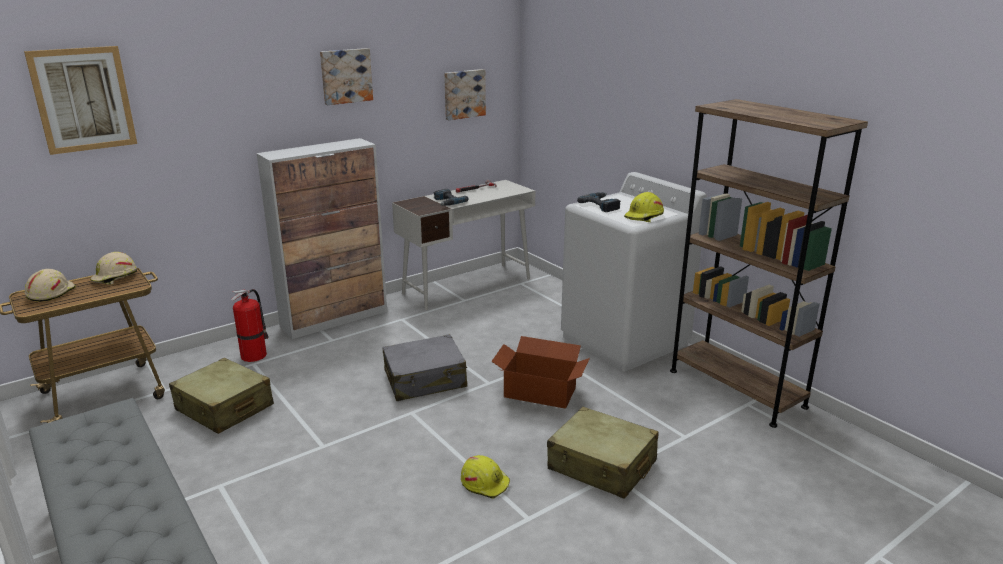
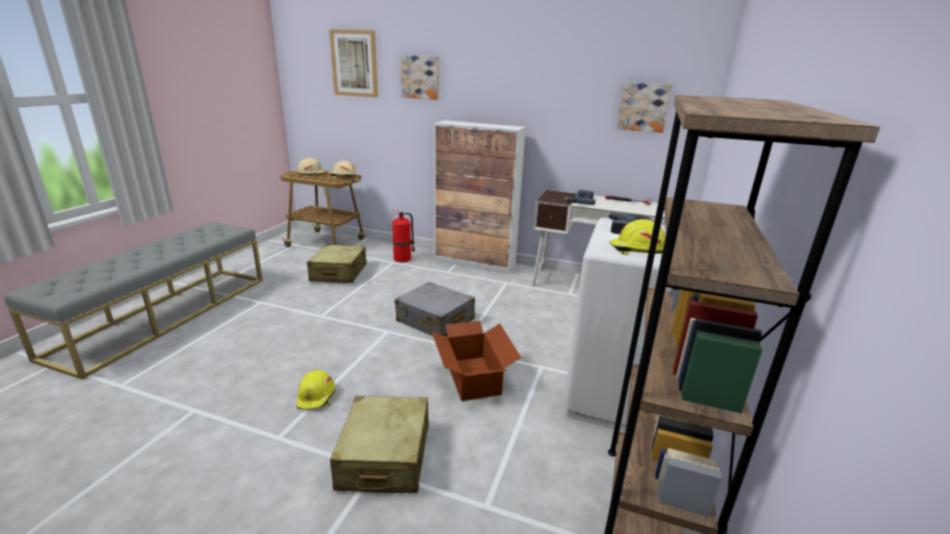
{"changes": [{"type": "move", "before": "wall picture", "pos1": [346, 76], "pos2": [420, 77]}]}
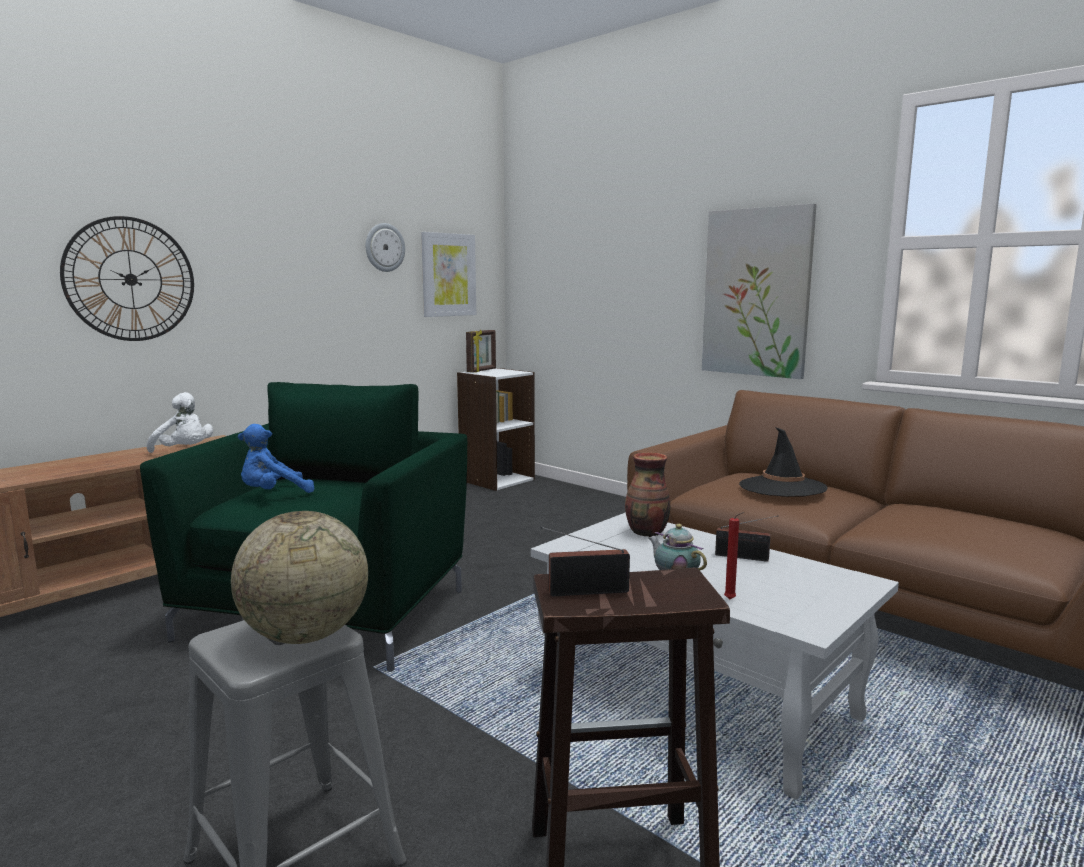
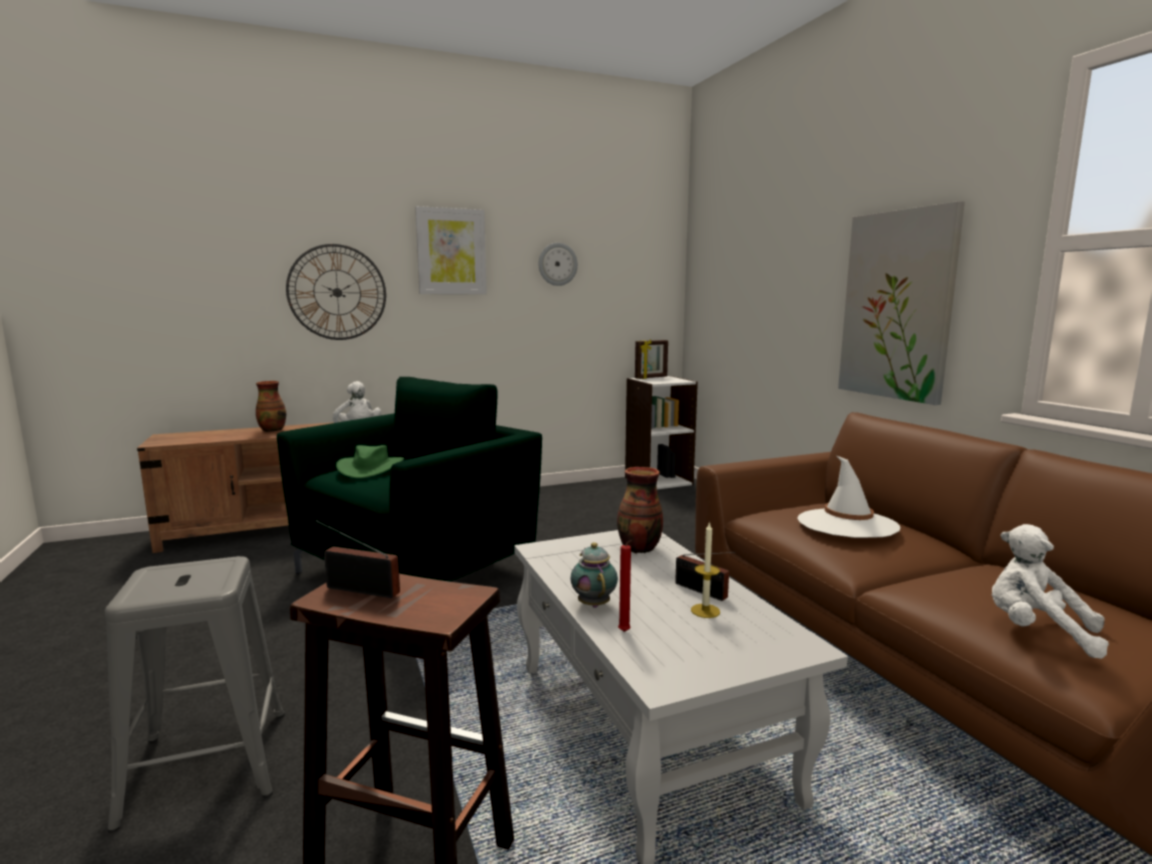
{"changes": [{"type": "move", "before": "wall picture", "pos1": [448, 274], "pos2": [451, 250]}, {"type": "replace", "before": "blue cuddly toy", "after": "green-coloured hat", "pos1": [276, 458], "pos2": [370, 461]}, {"type": "recolor", "before": "black hat", "after": "white-coloured hat", "pos1": [783, 462], "pos2": [849, 497]}, {"type": "delete", "before": "globe", "pos1": [299, 577]}, {"type": "insert", "after": "flower vase", "pos2": [271, 406]}, {"type": "insert", "after": "wax light", "pos2": [705, 569]}, {"type": "insert", "after": "white-coloured cuddly toy", "pos2": [1050, 591]}]}
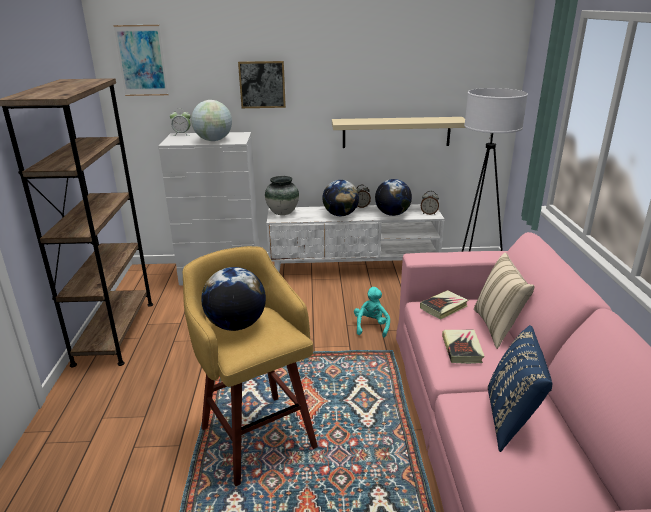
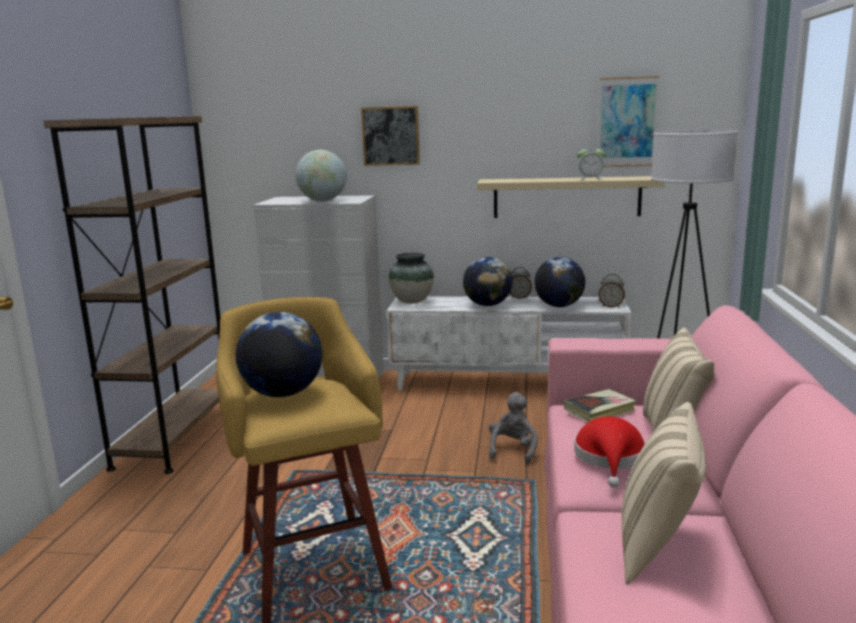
{"changes": [{"type": "move", "before": "wall picture", "pos1": [141, 60], "pos2": [629, 121]}, {"type": "move", "before": "table clock", "pos1": [180, 122], "pos2": [591, 162]}, {"type": "recolor", "before": "blue-green cuddly toy", "after": "grey cuddly toy", "pos1": [372, 312], "pos2": [513, 428]}, {"type": "recolor", "before": "blue pillow", "after": "beige-coloured pillow", "pos1": [520, 388], "pos2": [664, 493]}, {"type": "replace", "before": "bound book", "after": "red hat", "pos1": [463, 347], "pos2": [610, 452]}]}
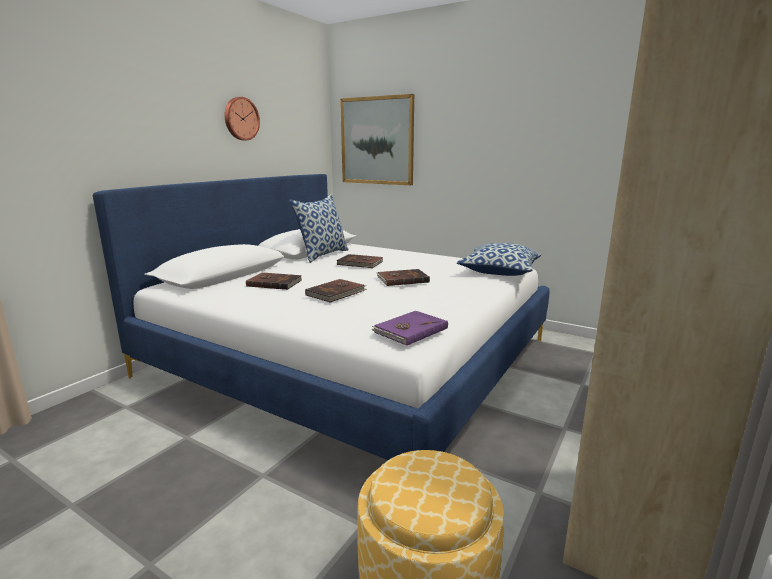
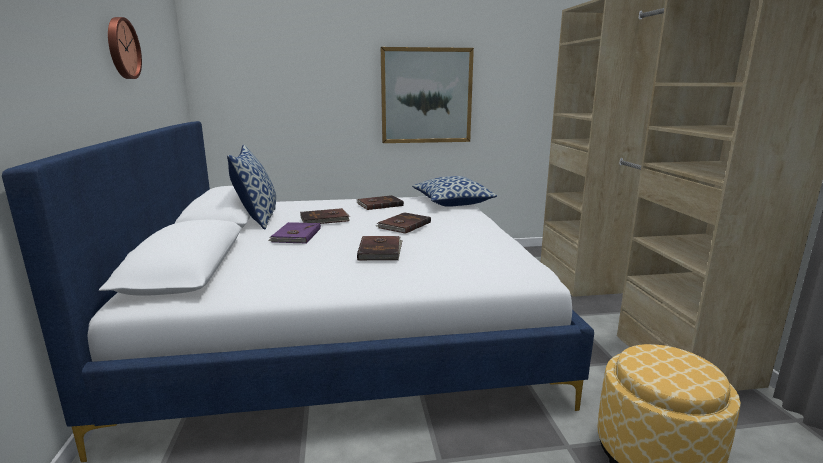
{"changes": [{"type": "move", "before": "wall picture", "pos1": [377, 139], "pos2": [427, 95]}, {"type": "move", "before": "brown-coloured bound book", "pos1": [274, 281], "pos2": [380, 202]}, {"type": "move", "before": "purple bound book", "pos1": [409, 328], "pos2": [294, 233]}]}
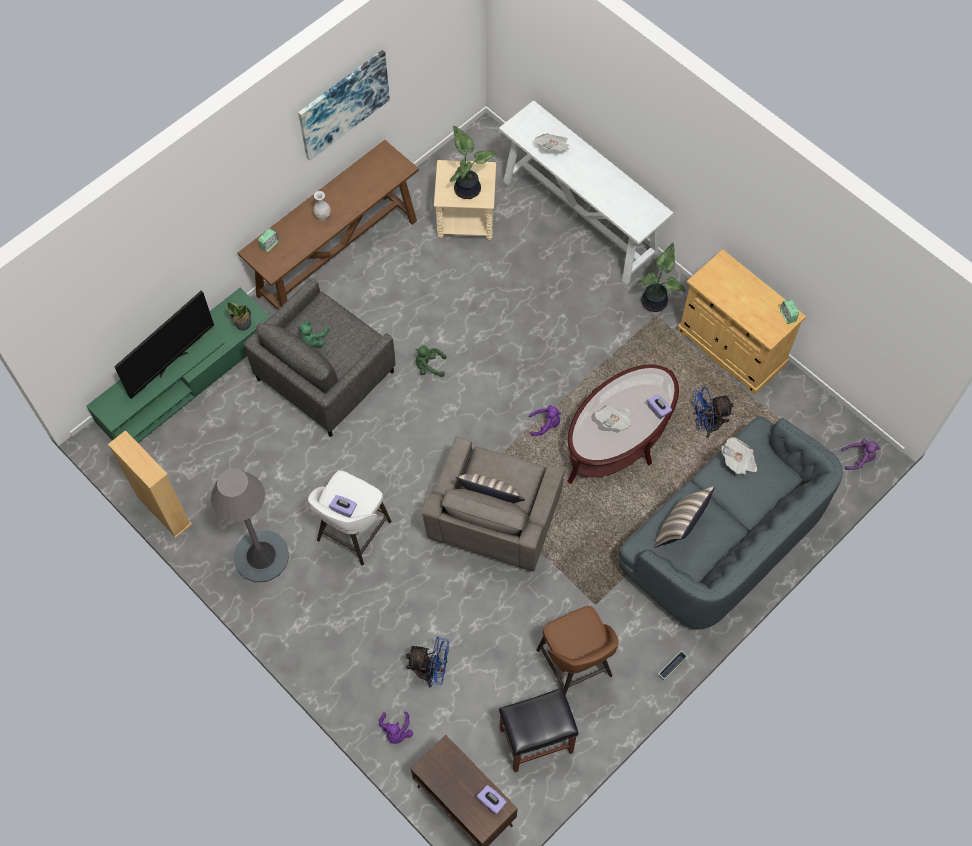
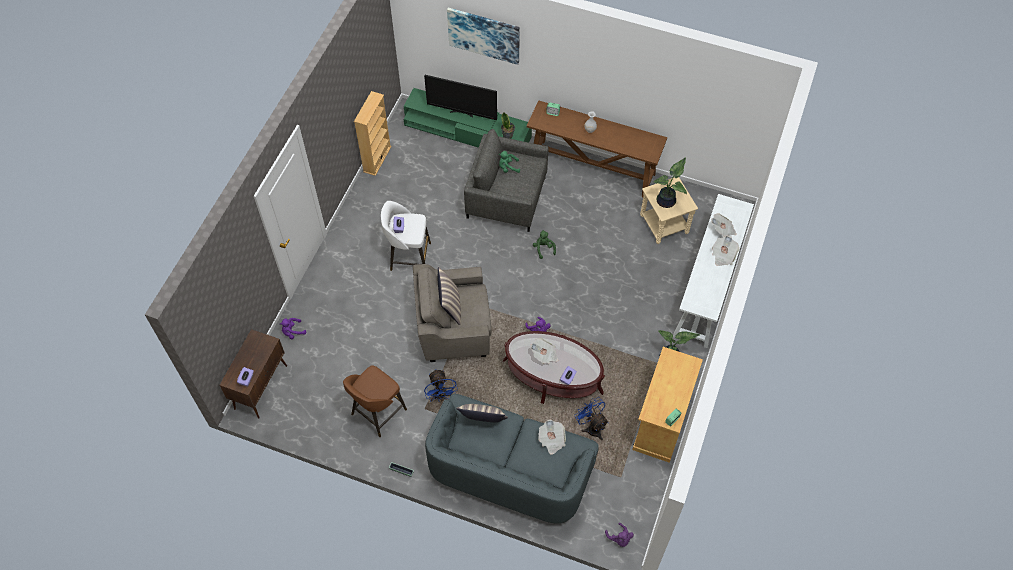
{"changes": [{"type": "move", "before": "wall picture", "pos1": [344, 105], "pos2": [483, 36]}, {"type": "delete", "before": "grey floor lamp", "pos1": [250, 525]}, {"type": "move", "before": "blue cooling fan", "pos1": [427, 661], "pos2": [441, 386]}, {"type": "delete", "before": "black stool", "pos1": [539, 730]}, {"type": "insert", "after": "daily paper", "pos2": [725, 251]}]}
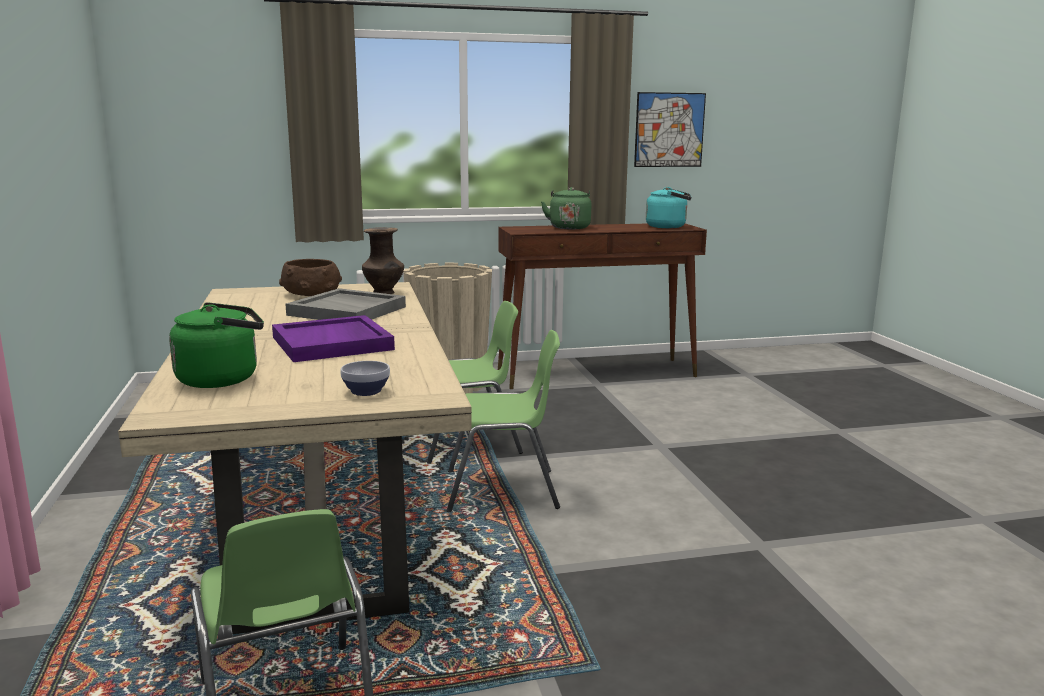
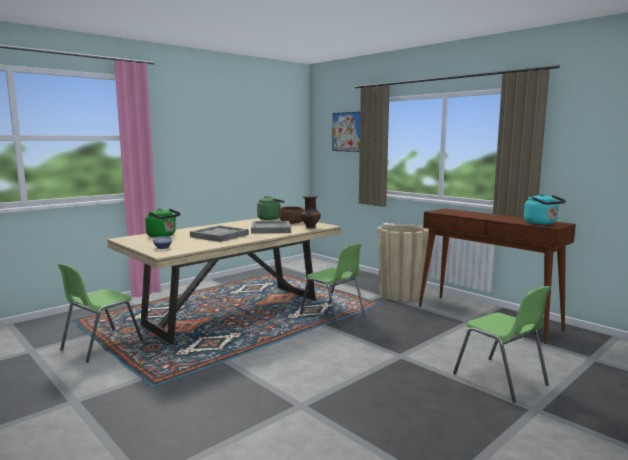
{"changes": [{"type": "move", "before": "wall picture", "pos1": [670, 129], "pos2": [346, 132]}, {"type": "move", "before": "green-coloured kettle", "pos1": [566, 208], "pos2": [271, 208]}, {"type": "recolor", "before": "purple tray", "after": "grey tray", "pos1": [333, 338], "pos2": [219, 233]}, {"type": "move", "before": "green-coloured chair", "pos1": [503, 421], "pos2": [502, 344]}]}
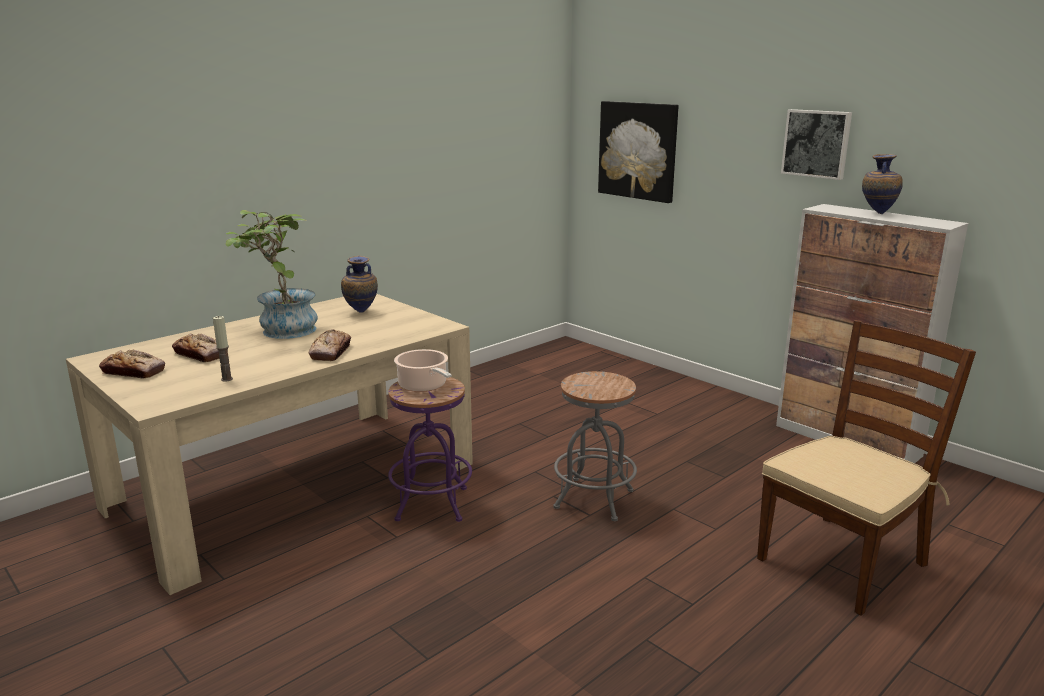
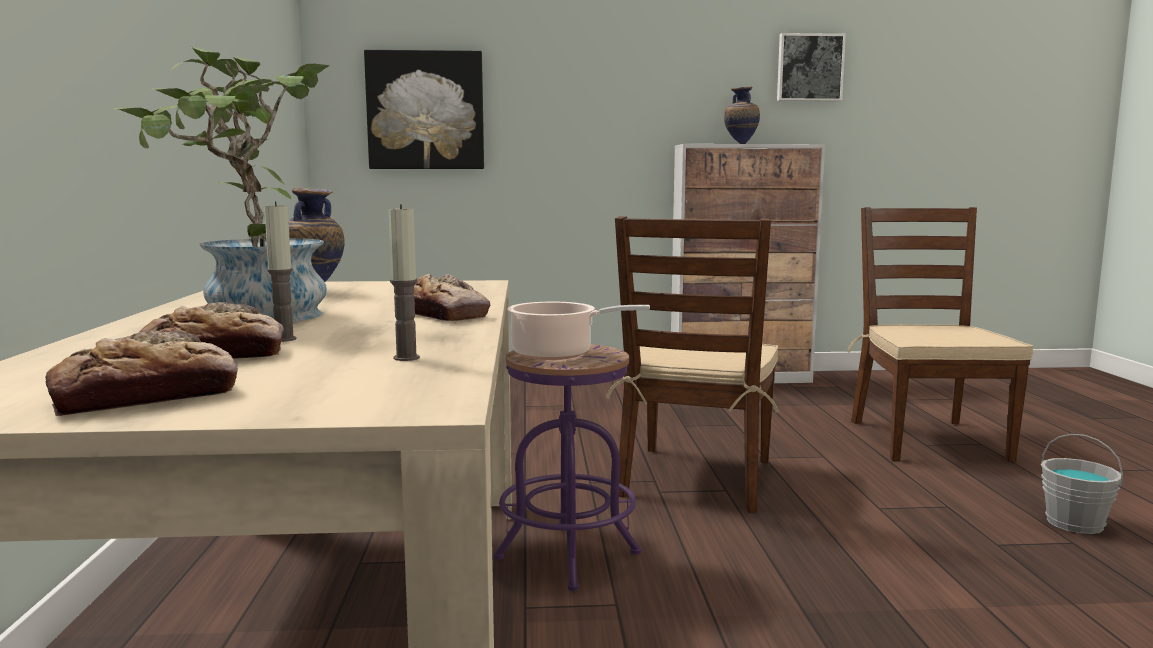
{"changes": [{"type": "move", "before": "wall picture", "pos1": [816, 144], "pos2": [811, 67]}, {"type": "replace", "before": "grey stool", "after": "brown-coloured chair", "pos1": [595, 446], "pos2": [692, 364]}, {"type": "insert", "after": "wax light", "pos2": [280, 271]}, {"type": "insert", "after": "grey water bucket", "pos2": [1082, 484]}]}
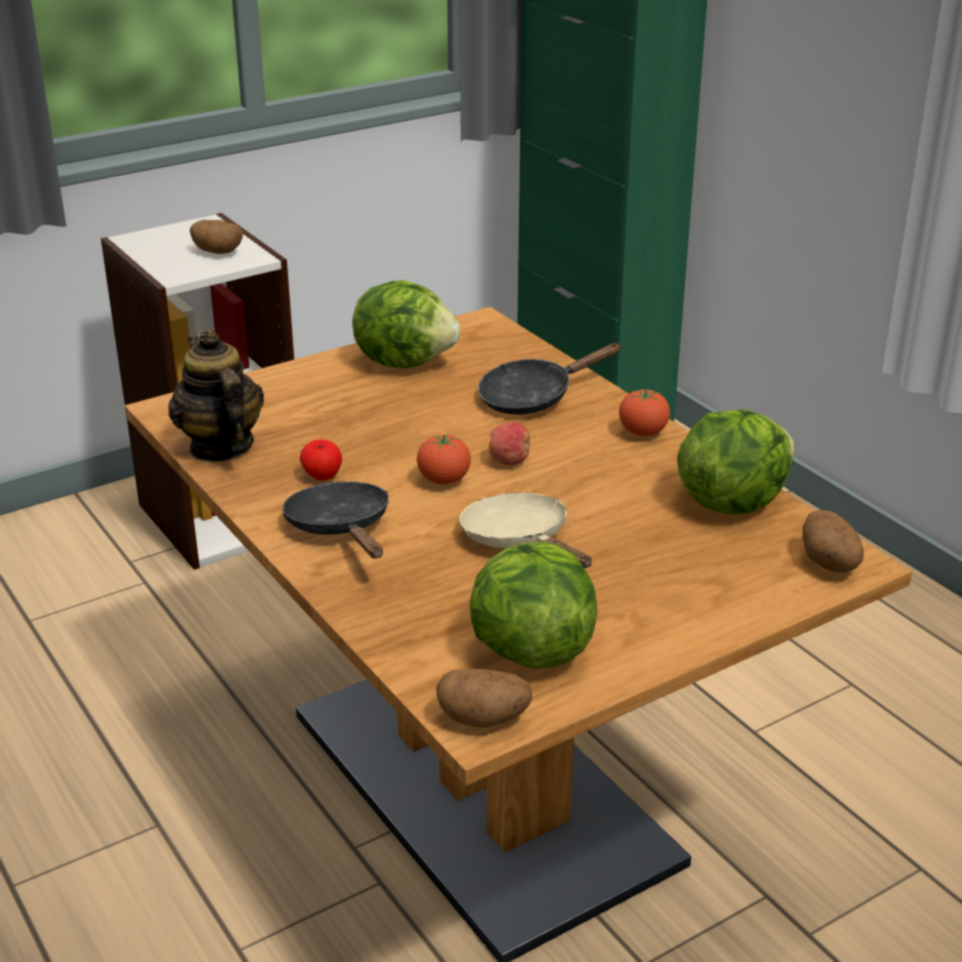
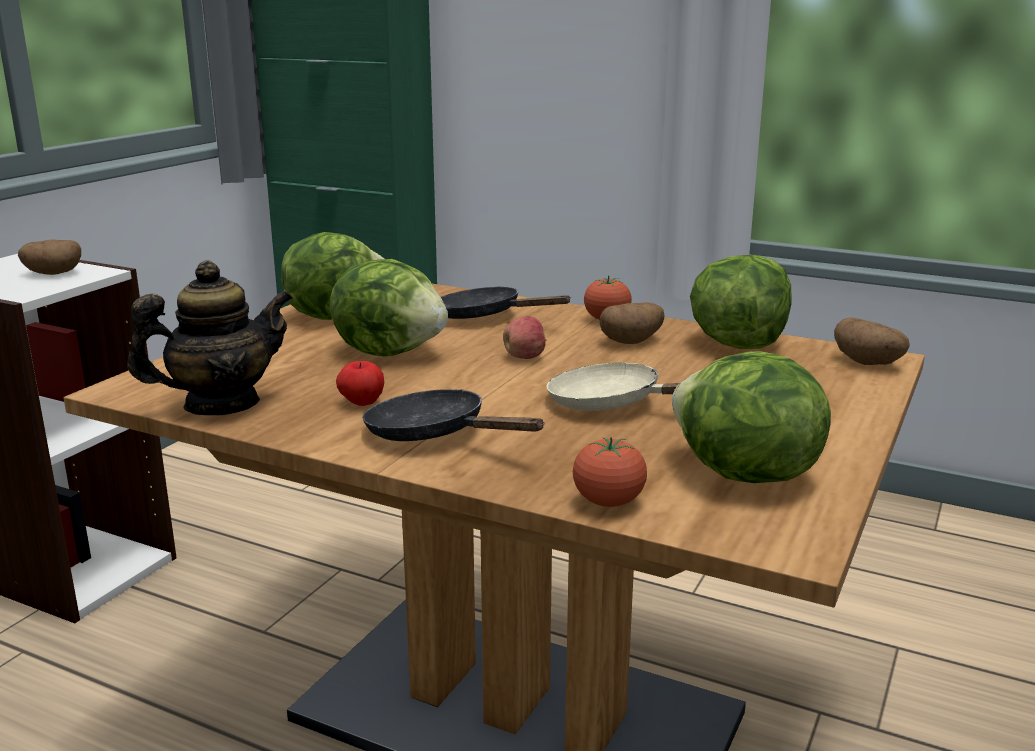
{"changes": [{"type": "rotate", "before": "tea pot", "pos1": [216, 395], "pos2": [210, 337], "turn": 120}, {"type": "rotate", "before": "black pan", "pos1": [550, 379], "pos2": [506, 302], "turn": 90}, {"type": "move", "before": "whole tomato", "pos1": [444, 459], "pos2": [610, 472]}, {"type": "move", "before": "potato", "pos1": [484, 698], "pos2": [631, 323]}, {"type": "insert", "after": "lettuce head", "pos2": [389, 307]}]}
